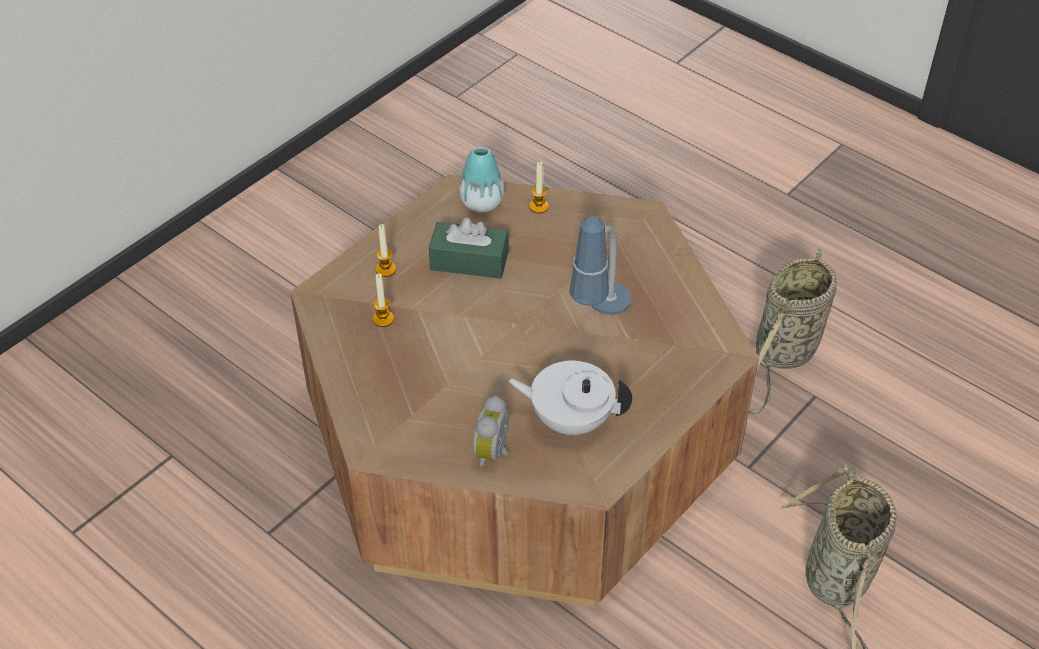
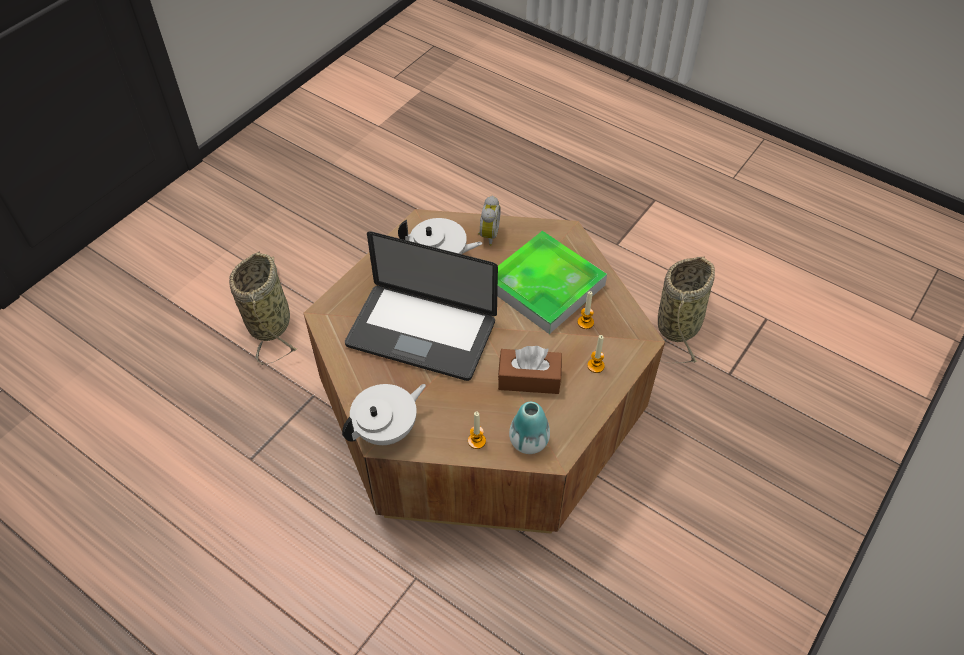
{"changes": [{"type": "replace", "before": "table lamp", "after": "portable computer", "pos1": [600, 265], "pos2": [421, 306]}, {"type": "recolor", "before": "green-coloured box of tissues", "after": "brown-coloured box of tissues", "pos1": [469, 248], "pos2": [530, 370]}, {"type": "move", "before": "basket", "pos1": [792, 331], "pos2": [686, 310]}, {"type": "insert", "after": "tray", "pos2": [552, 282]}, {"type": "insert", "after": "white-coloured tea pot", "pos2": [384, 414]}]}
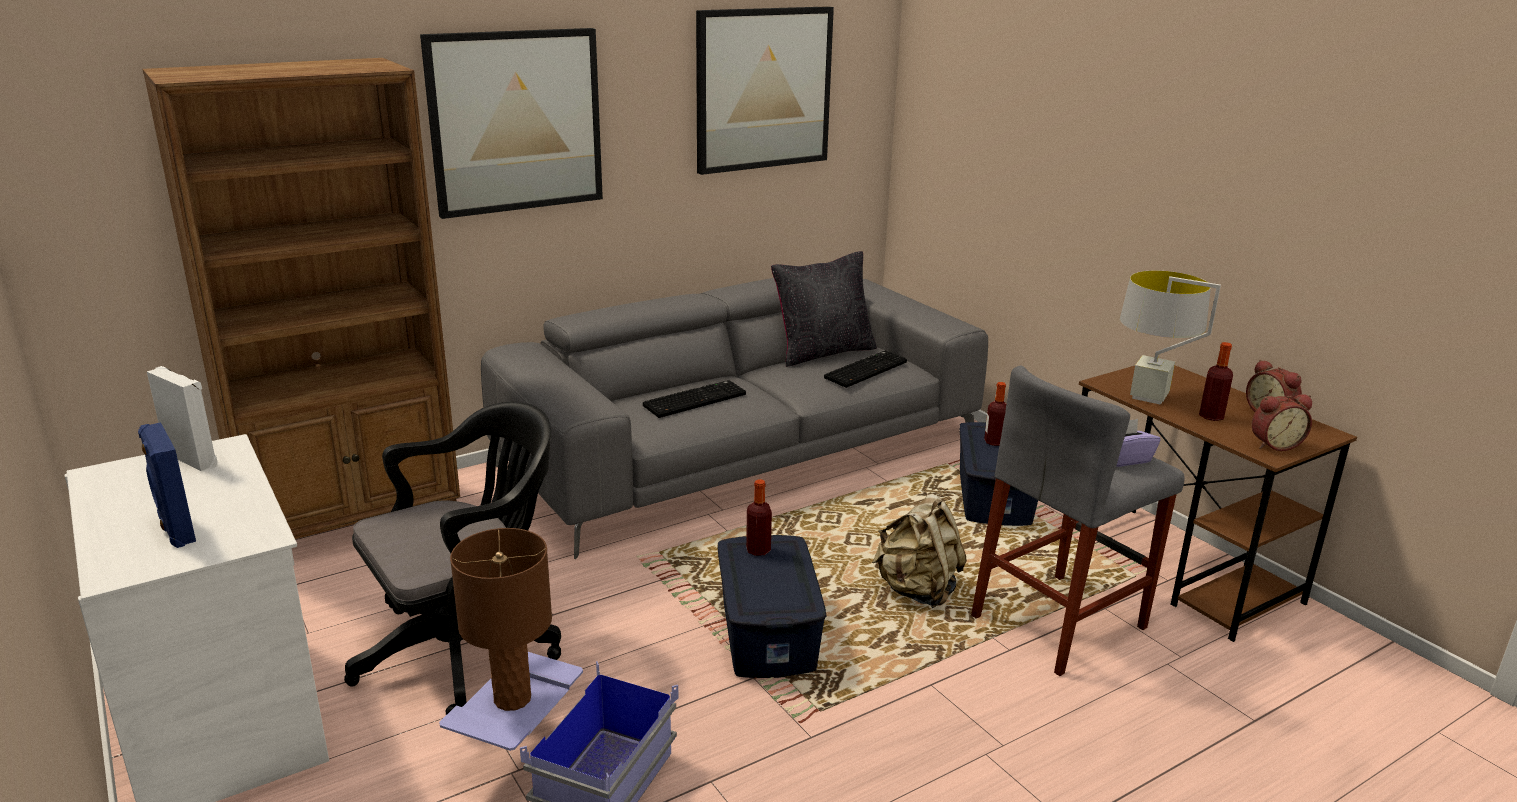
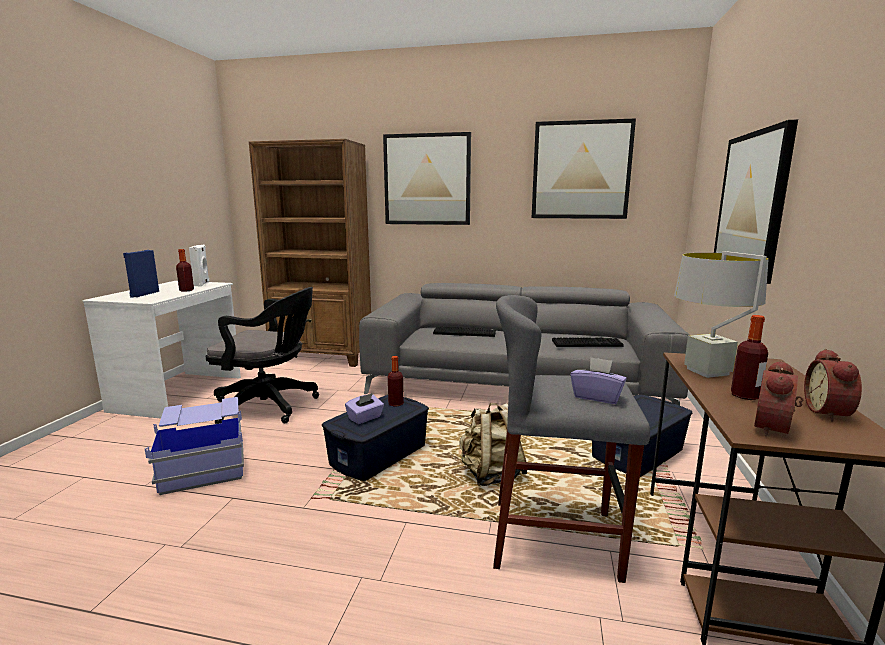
{"changes": [{"type": "delete", "before": "black pillow", "pos1": [824, 309]}, {"type": "move", "before": "beverage bottle", "pos1": [995, 414], "pos2": [185, 270]}, {"type": "rotate", "before": "table clock", "pos1": [1282, 422], "pos2": [778, 398], "turn": 90}, {"type": "delete", "before": "brown-coloured table lamp", "pos1": [501, 619]}, {"type": "insert", "after": "wall picture", "pos2": [756, 202]}, {"type": "insert", "after": "purple box of tissues", "pos2": [364, 408]}]}
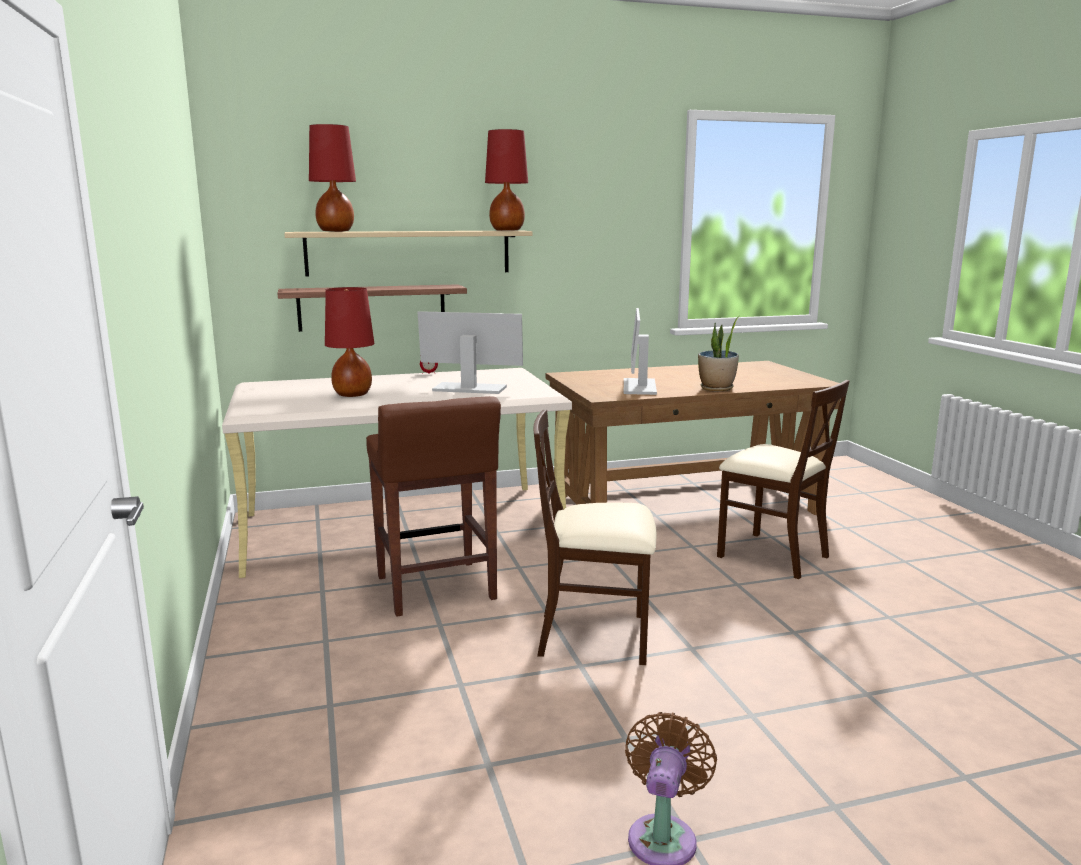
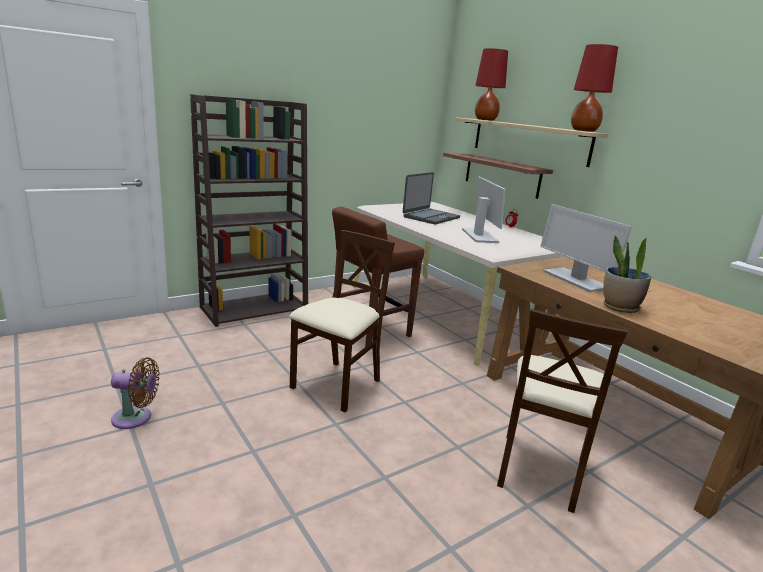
{"changes": [{"type": "replace", "before": "red table lamp", "after": "portable computer", "pos1": [349, 342], "pos2": [431, 198]}, {"type": "rotate", "before": "computer display", "pos1": [640, 351], "pos2": [586, 248], "turn": -105}, {"type": "rotate", "before": "beige-coloured chair", "pos1": [594, 537], "pos2": [342, 321], "turn": 45}, {"type": "insert", "after": "brown-coloured shelving unit", "pos2": [249, 210]}]}
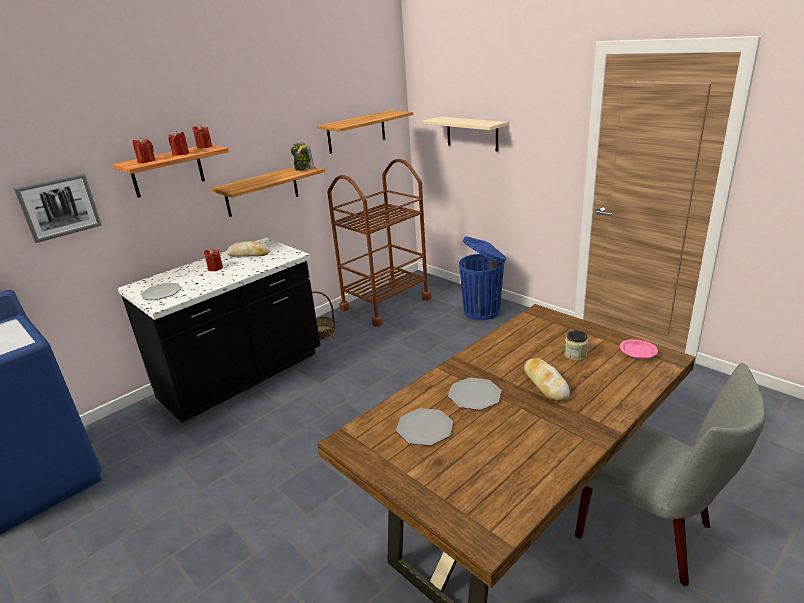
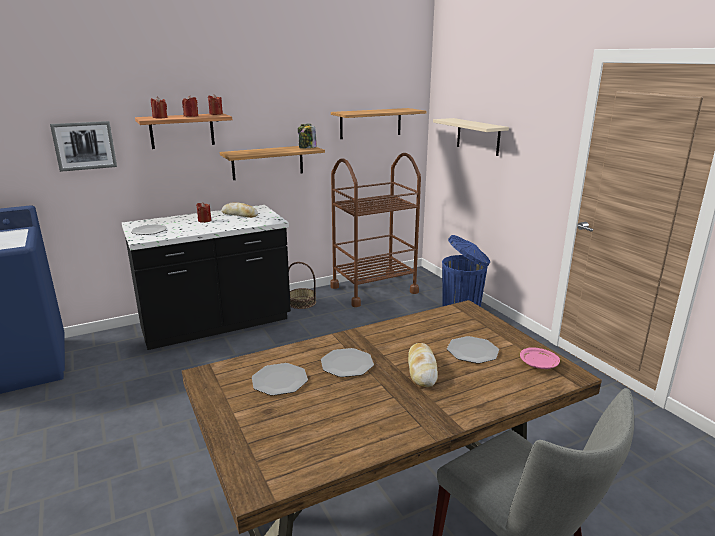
{"changes": [{"type": "replace", "before": "preserve jar", "after": "flat dish", "pos1": [576, 345], "pos2": [473, 349]}]}
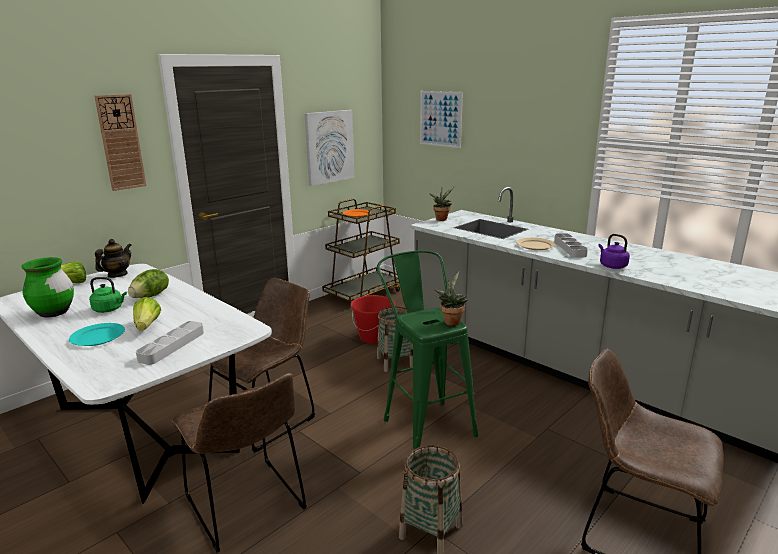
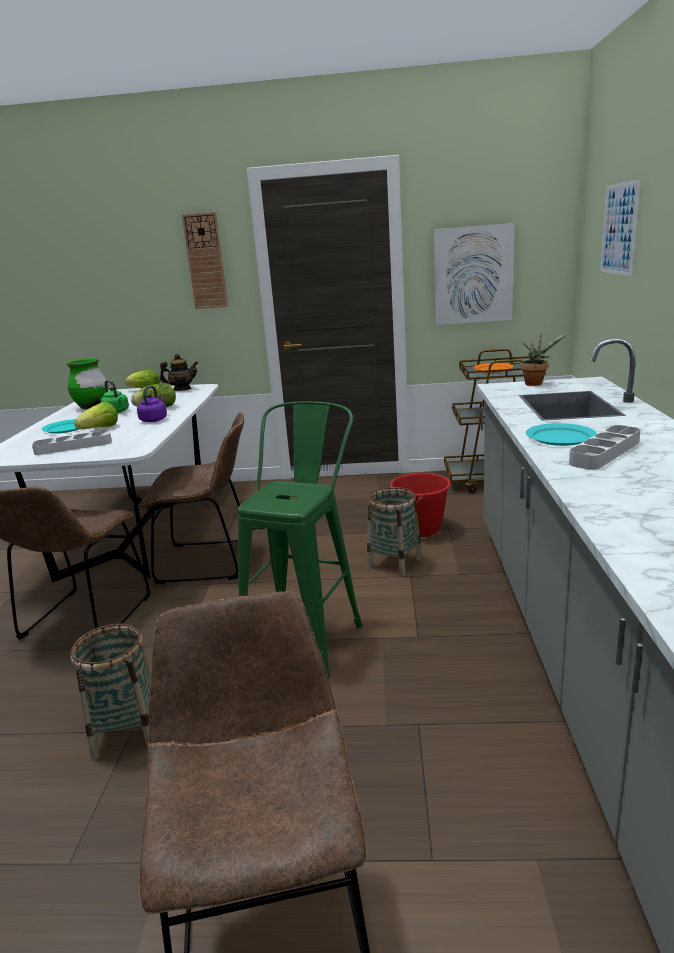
{"changes": [{"type": "move", "before": "purple kettle", "pos1": [614, 251], "pos2": [152, 404]}, {"type": "recolor", "before": "beige-coloured flat dish", "after": "blue-green flat dish", "pos1": [536, 244], "pos2": [561, 434]}, {"type": "delete", "before": "houseplant", "pos1": [451, 298]}]}
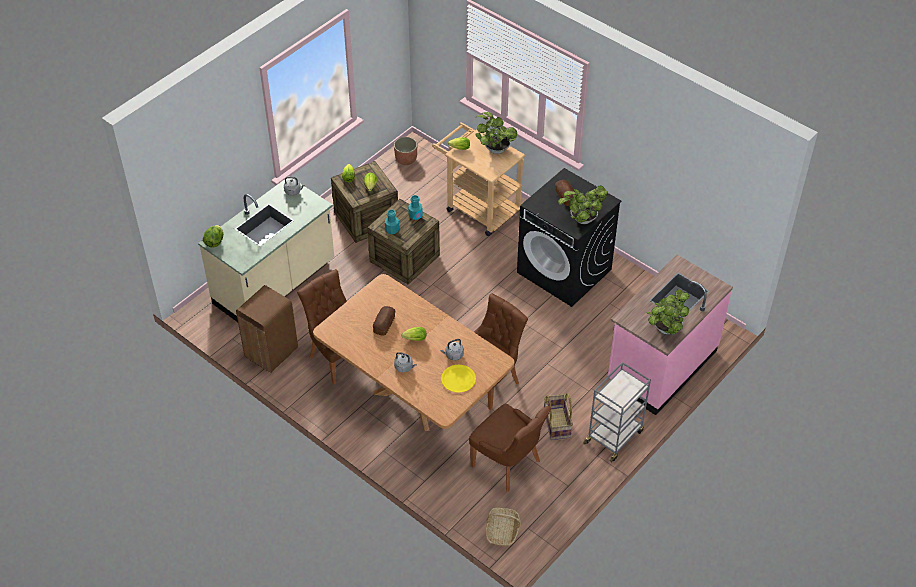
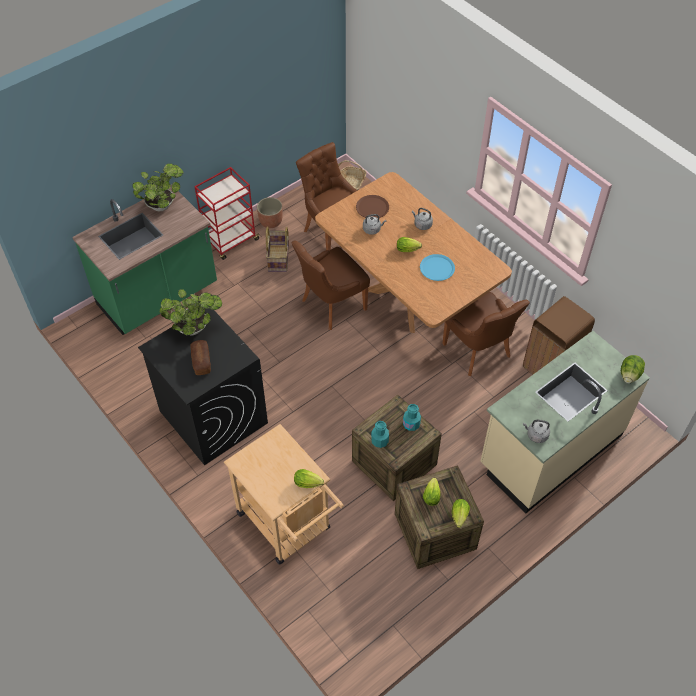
{"changes": [{"type": "delete", "before": "houseplant", "pos1": [496, 133]}, {"type": "move", "before": "plant pot", "pos1": [405, 151], "pos2": [270, 212]}, {"type": "recolor", "before": "pinkish kitchen base unit", "after": "green-coloured kitchen base unit", "pos1": [670, 335], "pos2": [144, 260]}, {"type": "replace", "before": "bread", "after": "blue flat dish", "pos1": [384, 321], "pos2": [437, 267]}, {"type": "recolor", "before": "grey wheeled cart", "after": "red wheeled cart", "pos1": [617, 412], "pos2": [227, 213]}, {"type": "recolor", "before": "yellow flat dish", "after": "brown-coloured flat dish", "pos1": [458, 378], "pos2": [372, 206]}]}
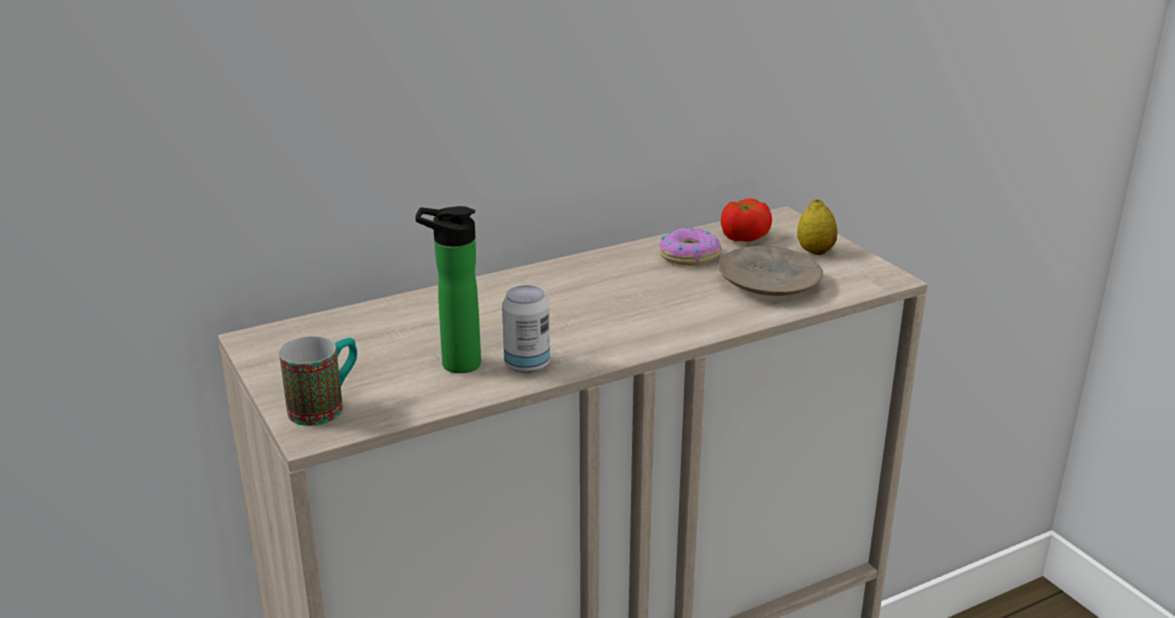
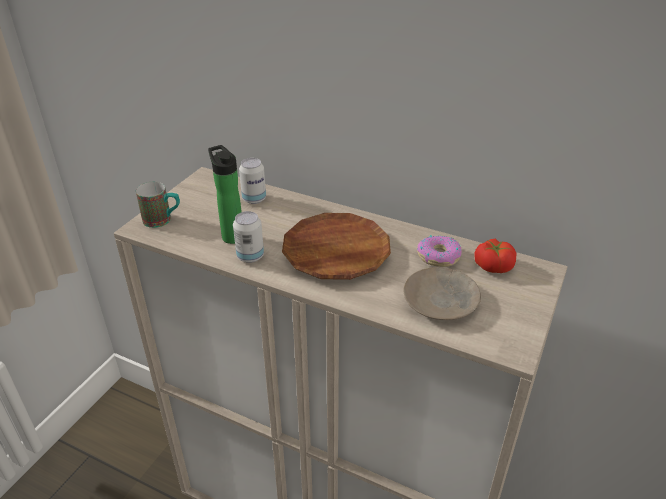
{"changes": [{"type": "delete", "before": "lemon", "pos1": [817, 227]}, {"type": "insert", "after": "metal can", "pos2": [252, 181]}, {"type": "insert", "after": "brown-coloured flat dish", "pos2": [336, 246]}]}
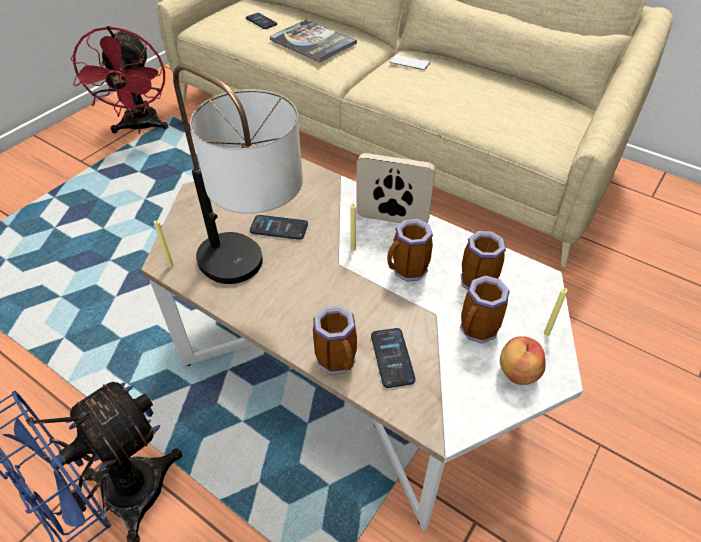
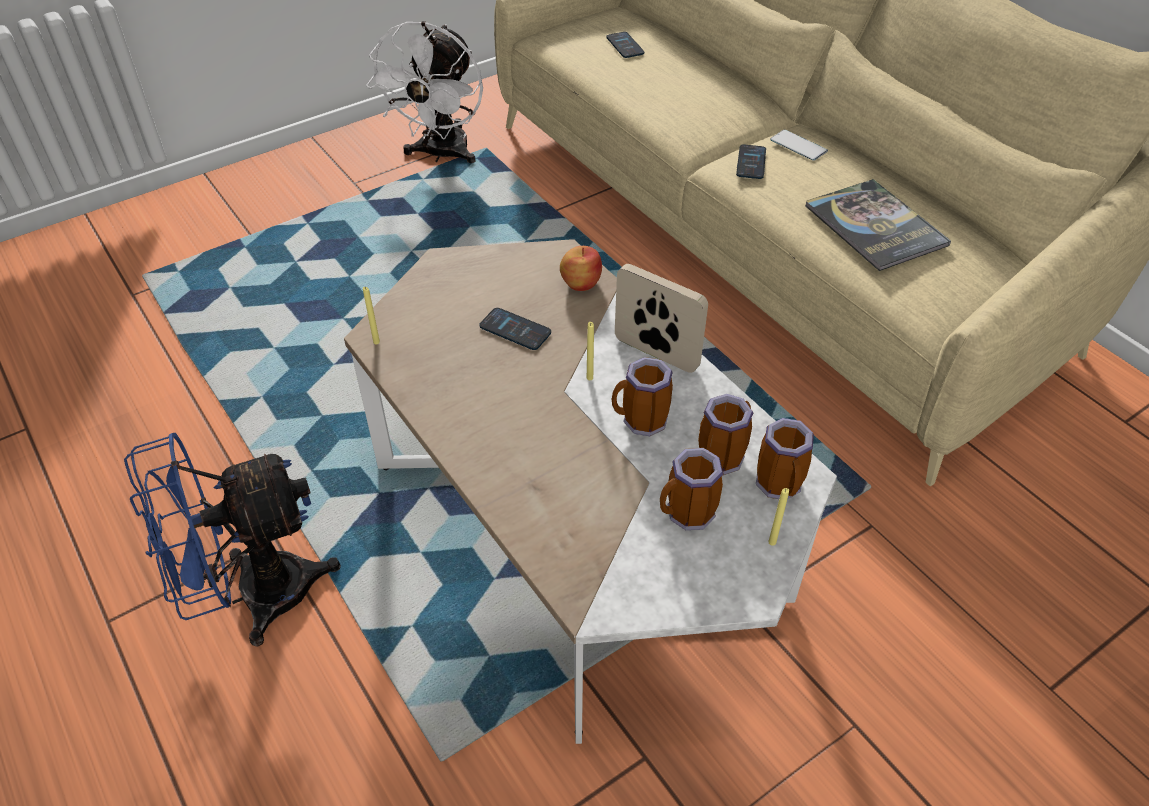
{"changes": [{"type": "move", "before": "bound book", "pos1": [313, 40], "pos2": [878, 225]}, {"type": "recolor", "before": "red cooling fan", "after": "white-coloured cooling fan", "pos1": [119, 80], "pos2": [424, 92]}, {"type": "delete", "before": "table lamp", "pos1": [238, 174]}, {"type": "move", "before": "mug", "pos1": [335, 340], "pos2": [785, 458]}, {"type": "move", "before": "phone", "pos1": [393, 358], "pos2": [751, 162]}, {"type": "move", "before": "apple", "pos1": [523, 360], "pos2": [581, 268]}]}
